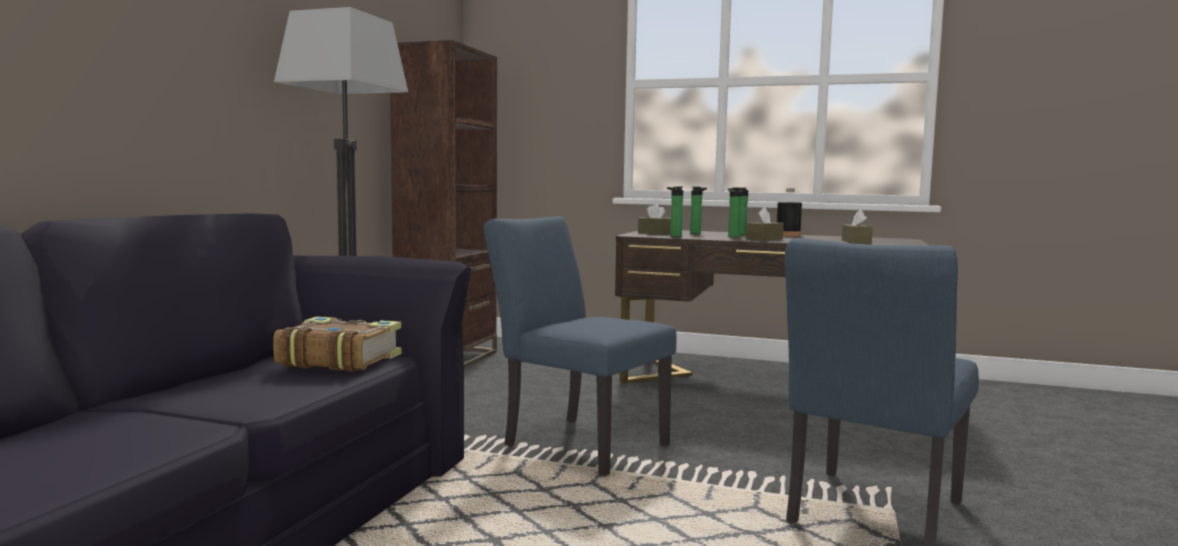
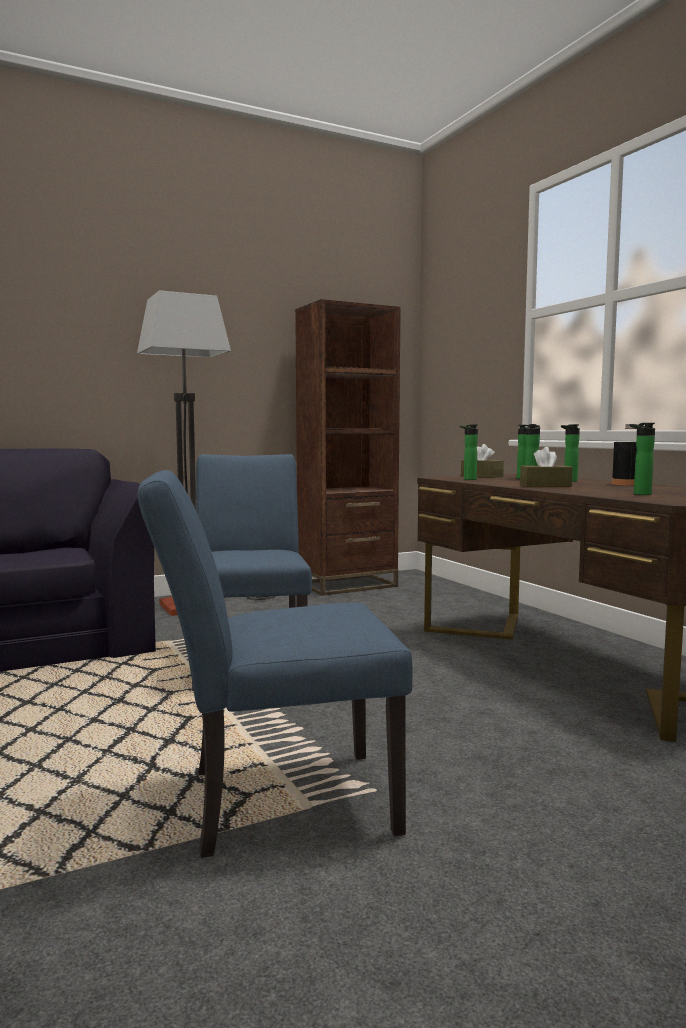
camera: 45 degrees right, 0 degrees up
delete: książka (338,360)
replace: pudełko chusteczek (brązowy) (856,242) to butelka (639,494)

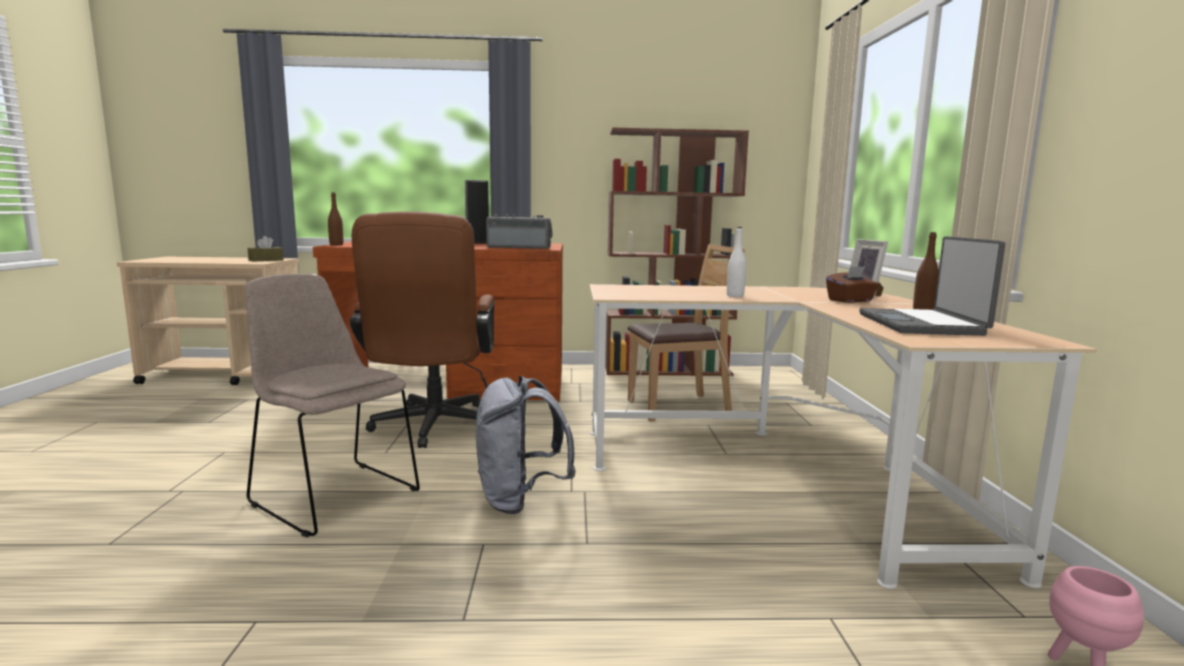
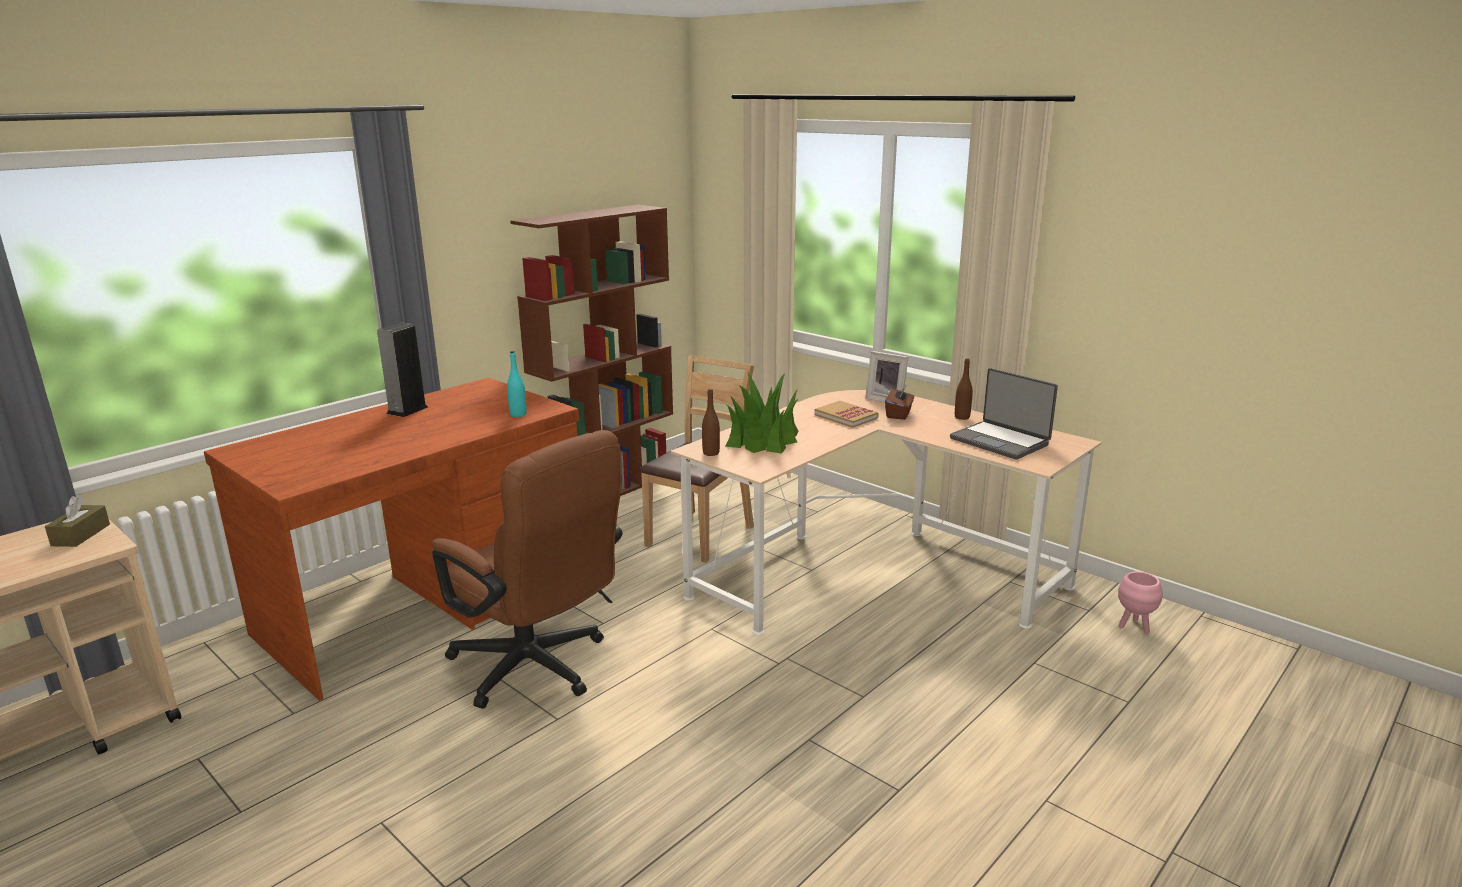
camera: 45 degrees left, 10 degrees up
delete: krzesło (beżowy) (333,495); plecak (szary) (519,500); butelka (biały) (735,296)
insert: roślina doniczkowa (763,439); książka (846,416)
move: butelka (brązowy) (336,245) to (711,453)
replace: radio (519,248) to butelka (turkusowy) (518,414)

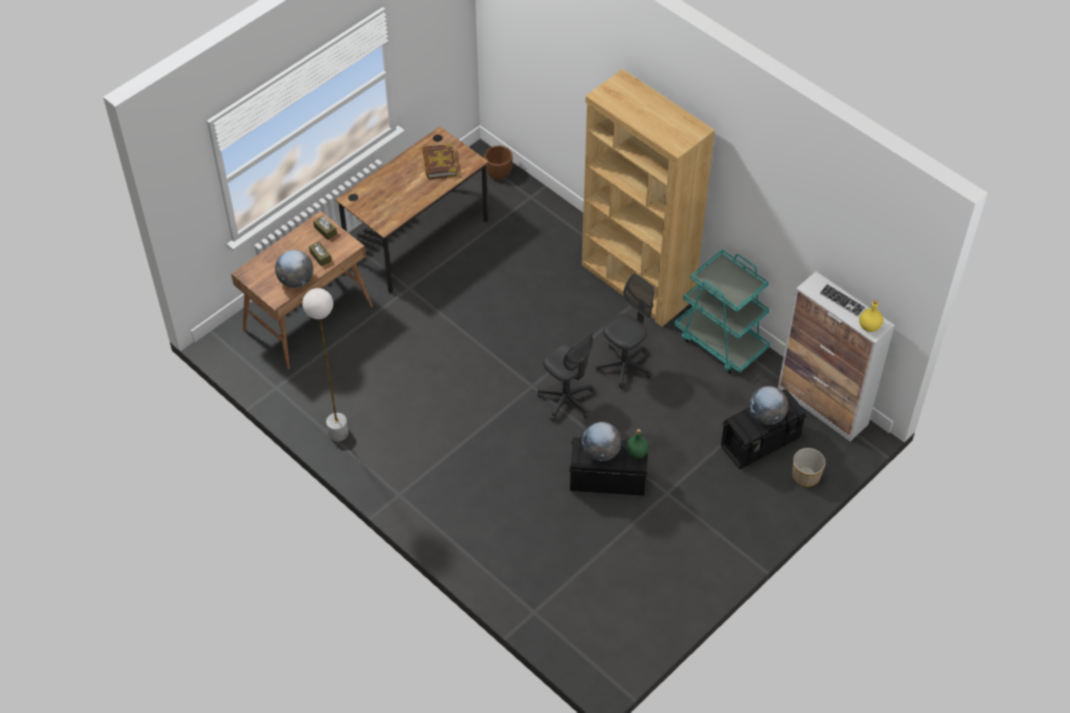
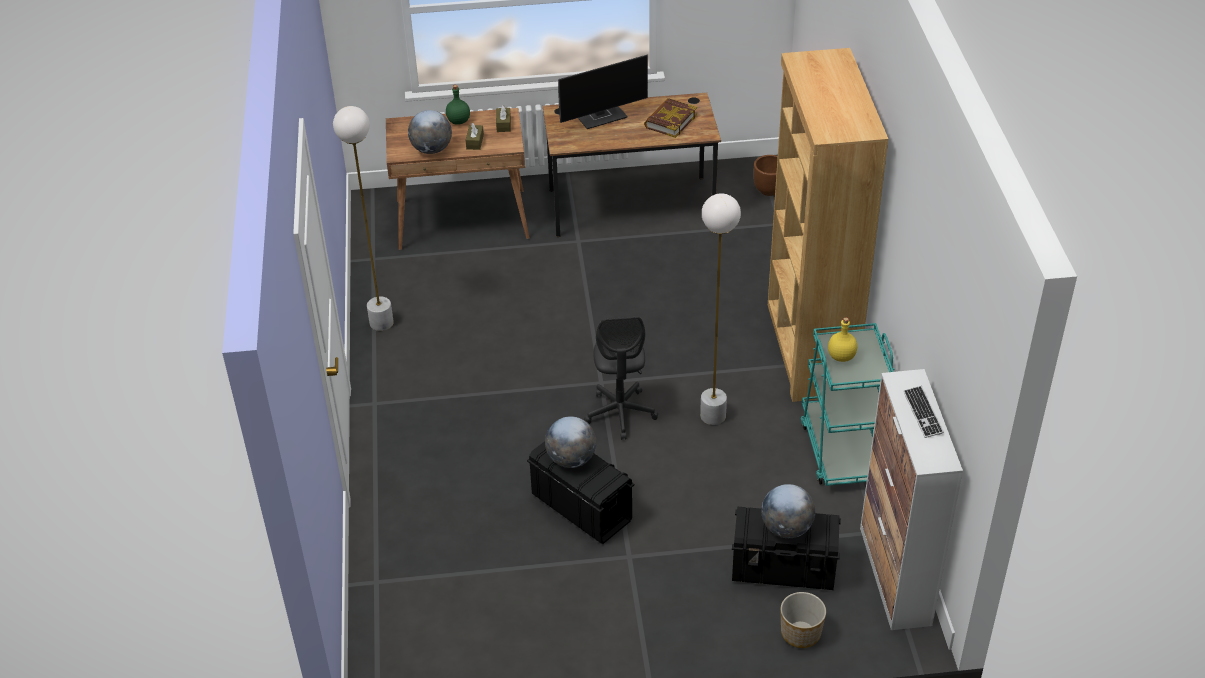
camera: 40 degrees right, 10 degrees down
insert: monitor (602,116)
move: butelka (zielony) (636,453) to (458,121); butelka (żółty) (869,326) to (842,357)
replace: krzesło biurowe (szary) (624,366) to lampa stojąca (biały) (713,416)

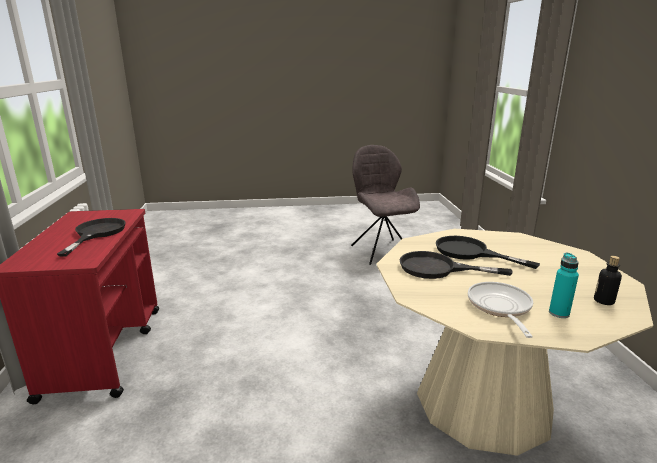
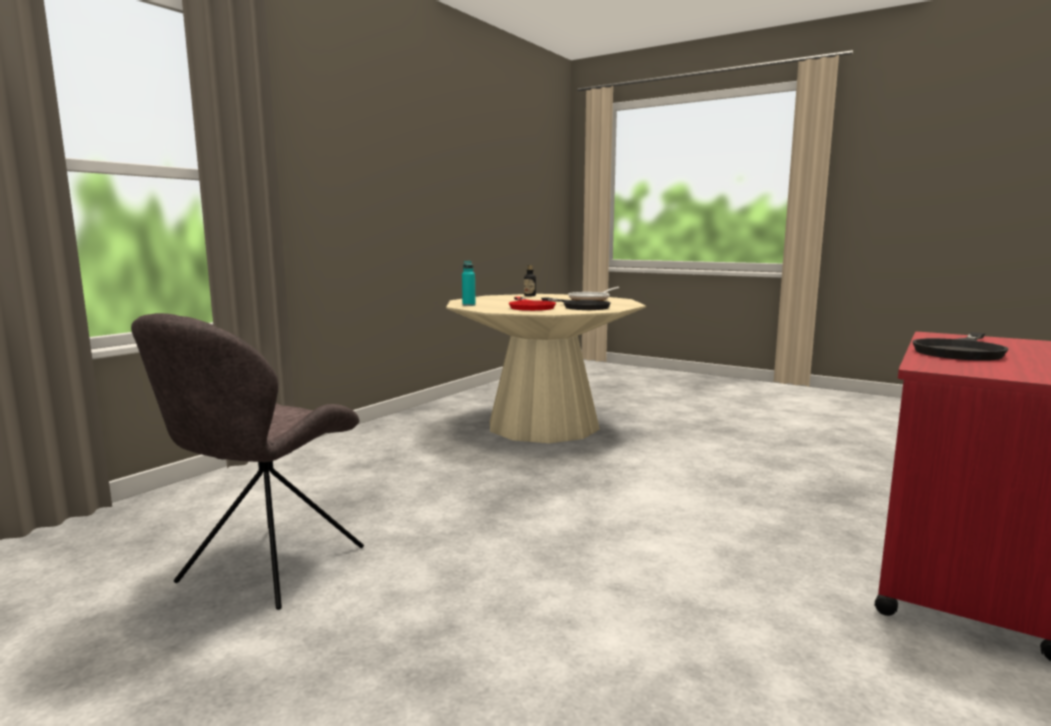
camera: 140 degrees left, 10 degrees down
move: butelka (turkusowy) (559,313) to (469,305)
recolor: patelnia (czarny) (470,252) to patelnia (czerwony) (530,307)

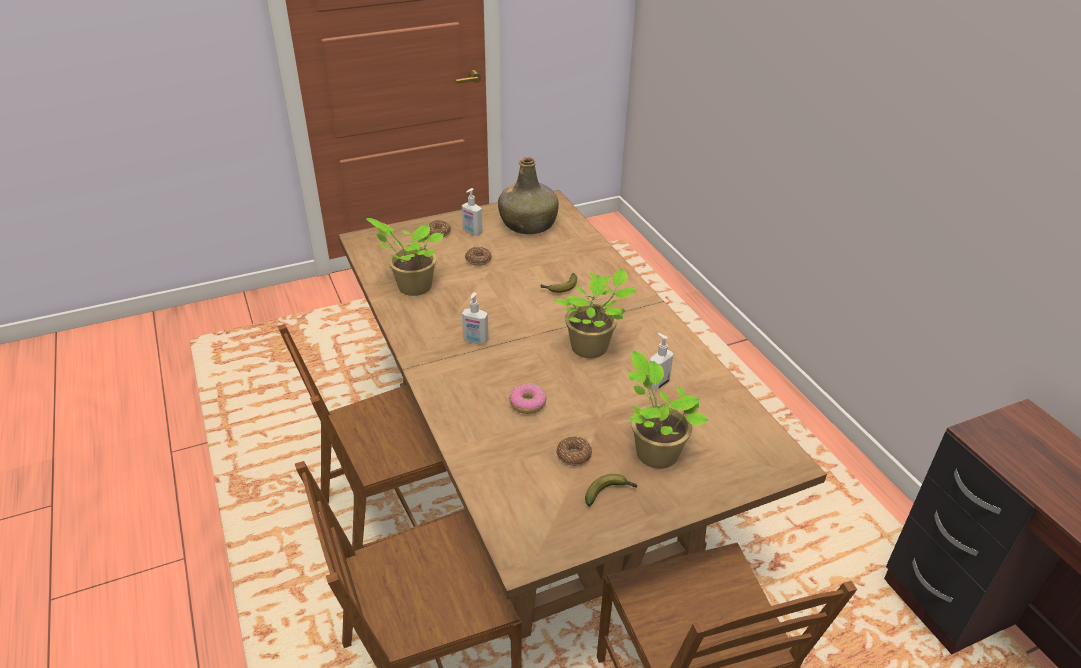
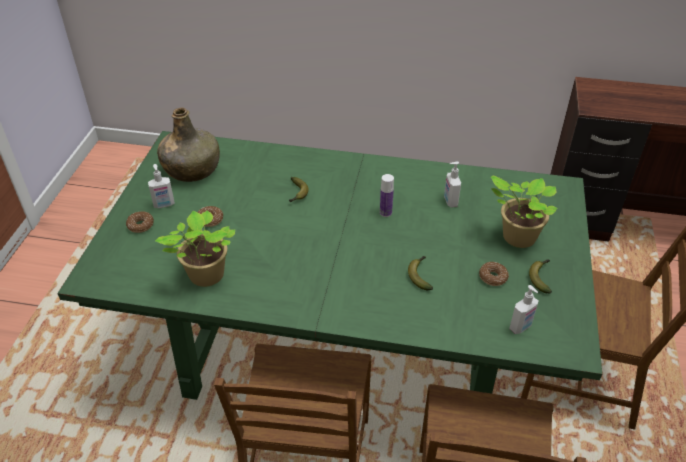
camera: 55 degrees left, 5 degrees up
move: dozownik mydła (475,341) to (521,327)
replace: roślina doniczkowa (592,348) to butelka (385,212); donut (528,404) to banan (420,275)
recolor: stół jadalny (brązowy) (539,481) to stół jadalny (zielony) (345,351)

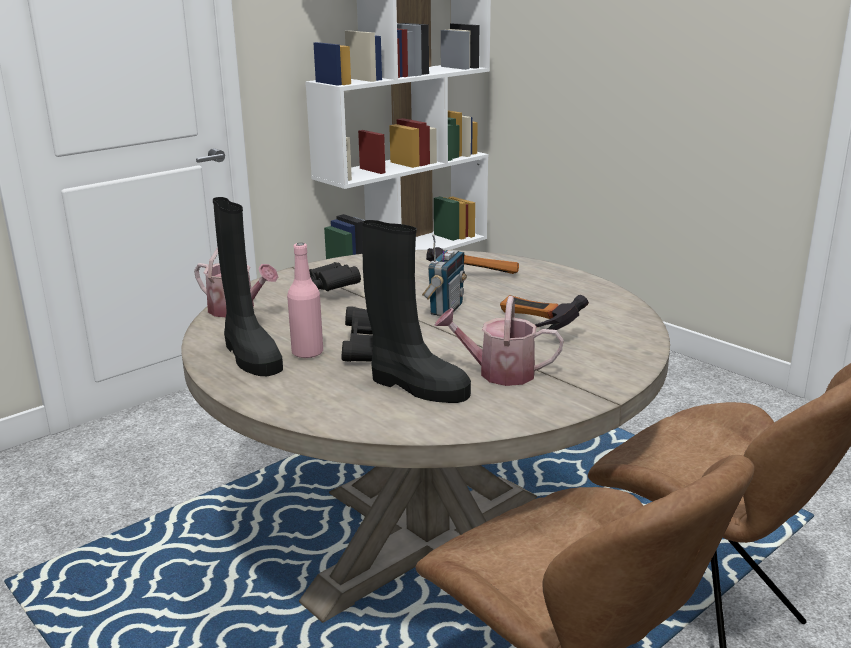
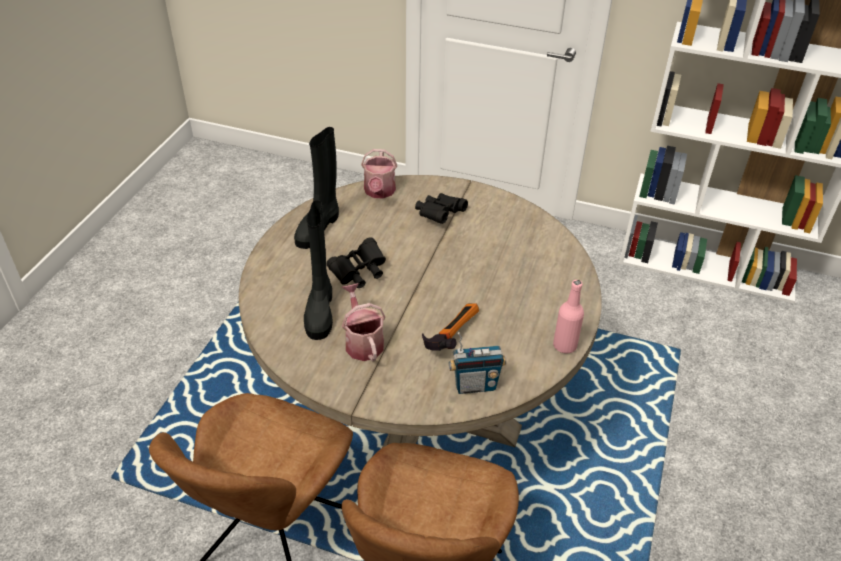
camera: 60 degrees right, 20 degrees up
delete: młotek (470,275)
move: radio (445,309) to (475,385); butelka (różowy) (307,353) to (564,345)

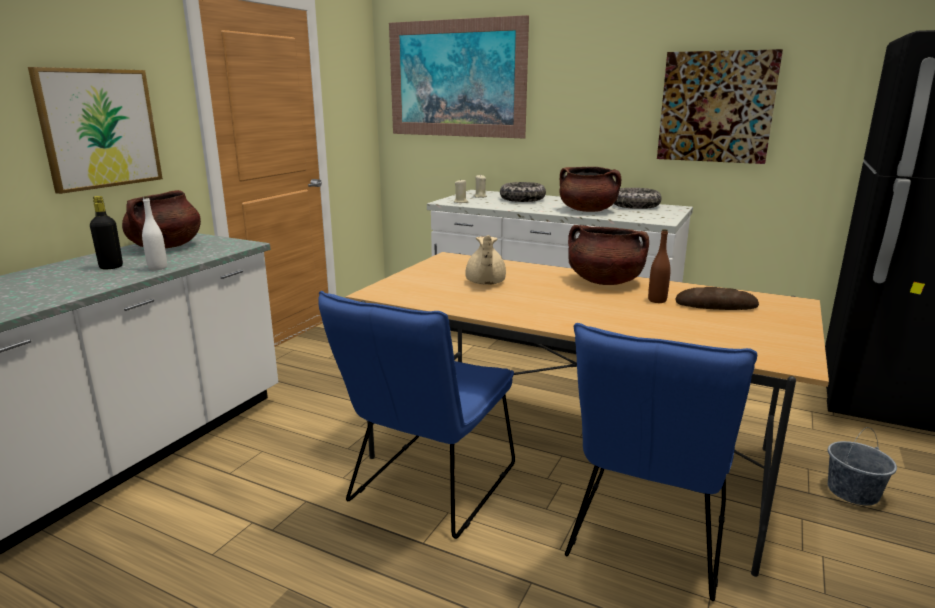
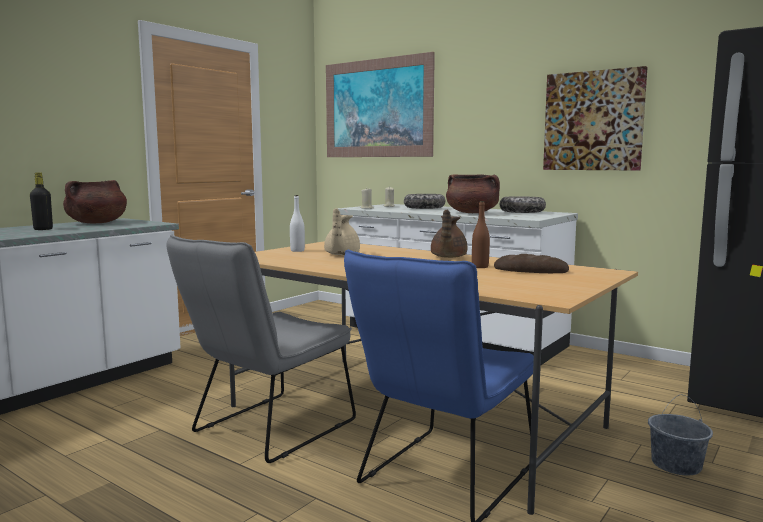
camera: 10 degrees right, 10 degrees down
delete: obraz (99,128)
move: butelka (biały) (157,268) to (297,251)
replace: garnek (brązowy) (604,282) to imbryk (brązowy) (447,257)
recolor: krzesło (niebieski) (427,489) to krzesło (szary) (267,430)

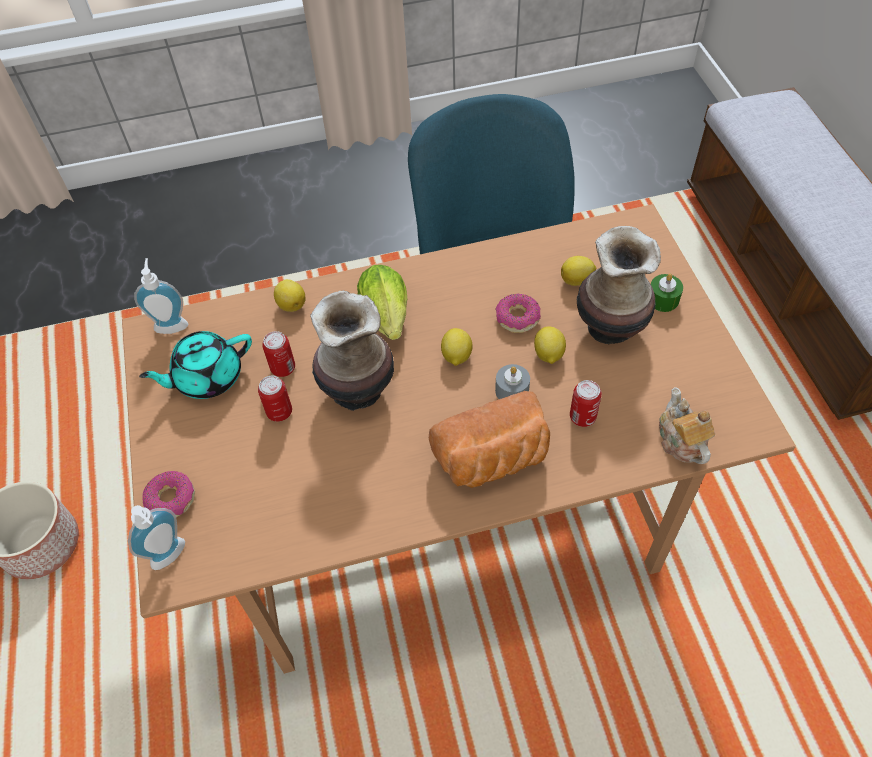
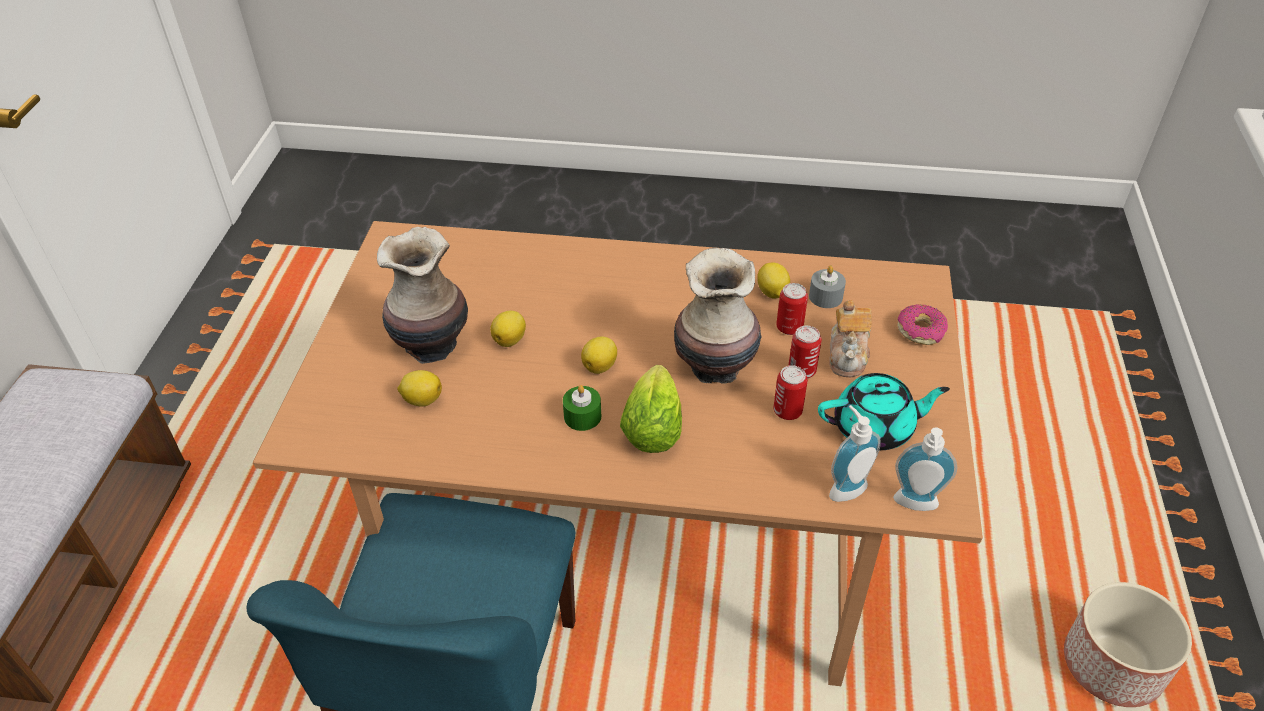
camera: 160 degrees left, 10 degrees down
delete: chleb (493,460); donut (517,318)
move: świeca (zielony) (663,299) to (582,416); cytryna (291,304) to (772,293); puszka (582,417) to (789,327); świeca (szary) (512,390) to (825,297); imbryk (680,440) to (848,355); dozownik mydła (171,557) to (845,487)

